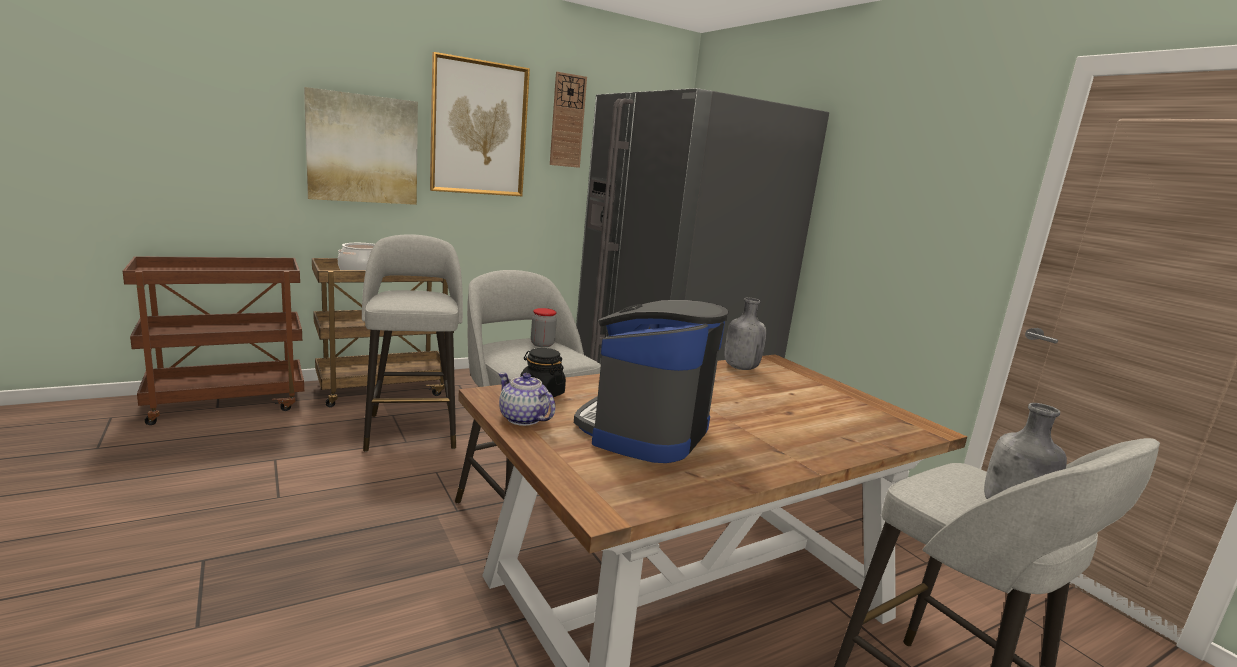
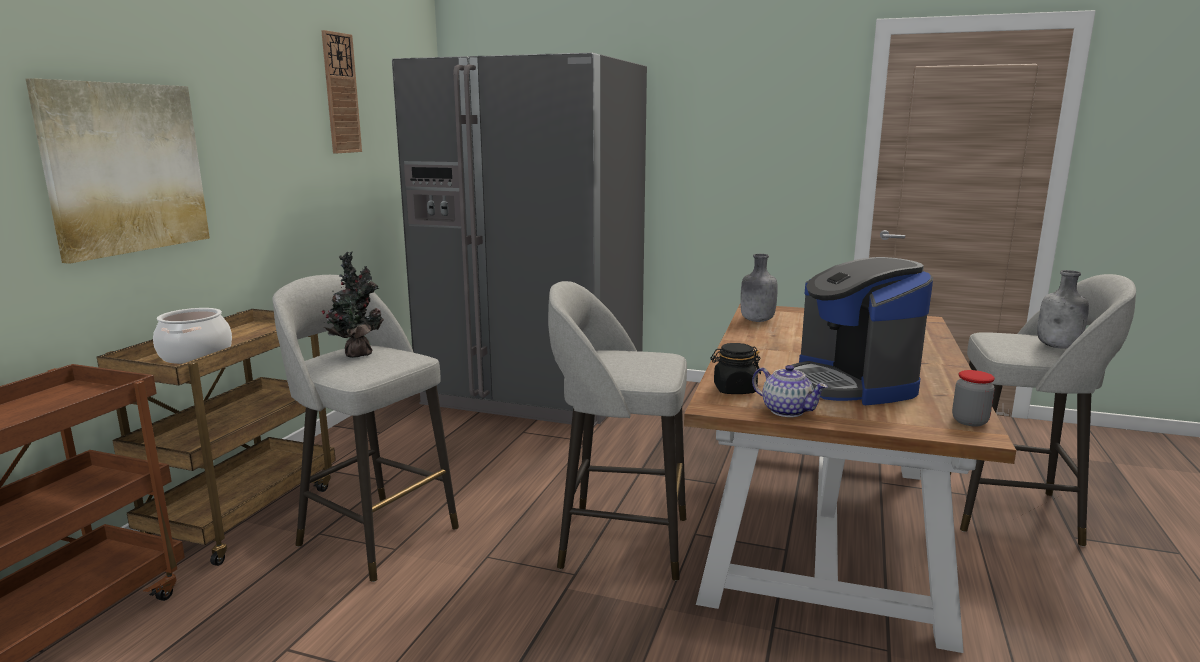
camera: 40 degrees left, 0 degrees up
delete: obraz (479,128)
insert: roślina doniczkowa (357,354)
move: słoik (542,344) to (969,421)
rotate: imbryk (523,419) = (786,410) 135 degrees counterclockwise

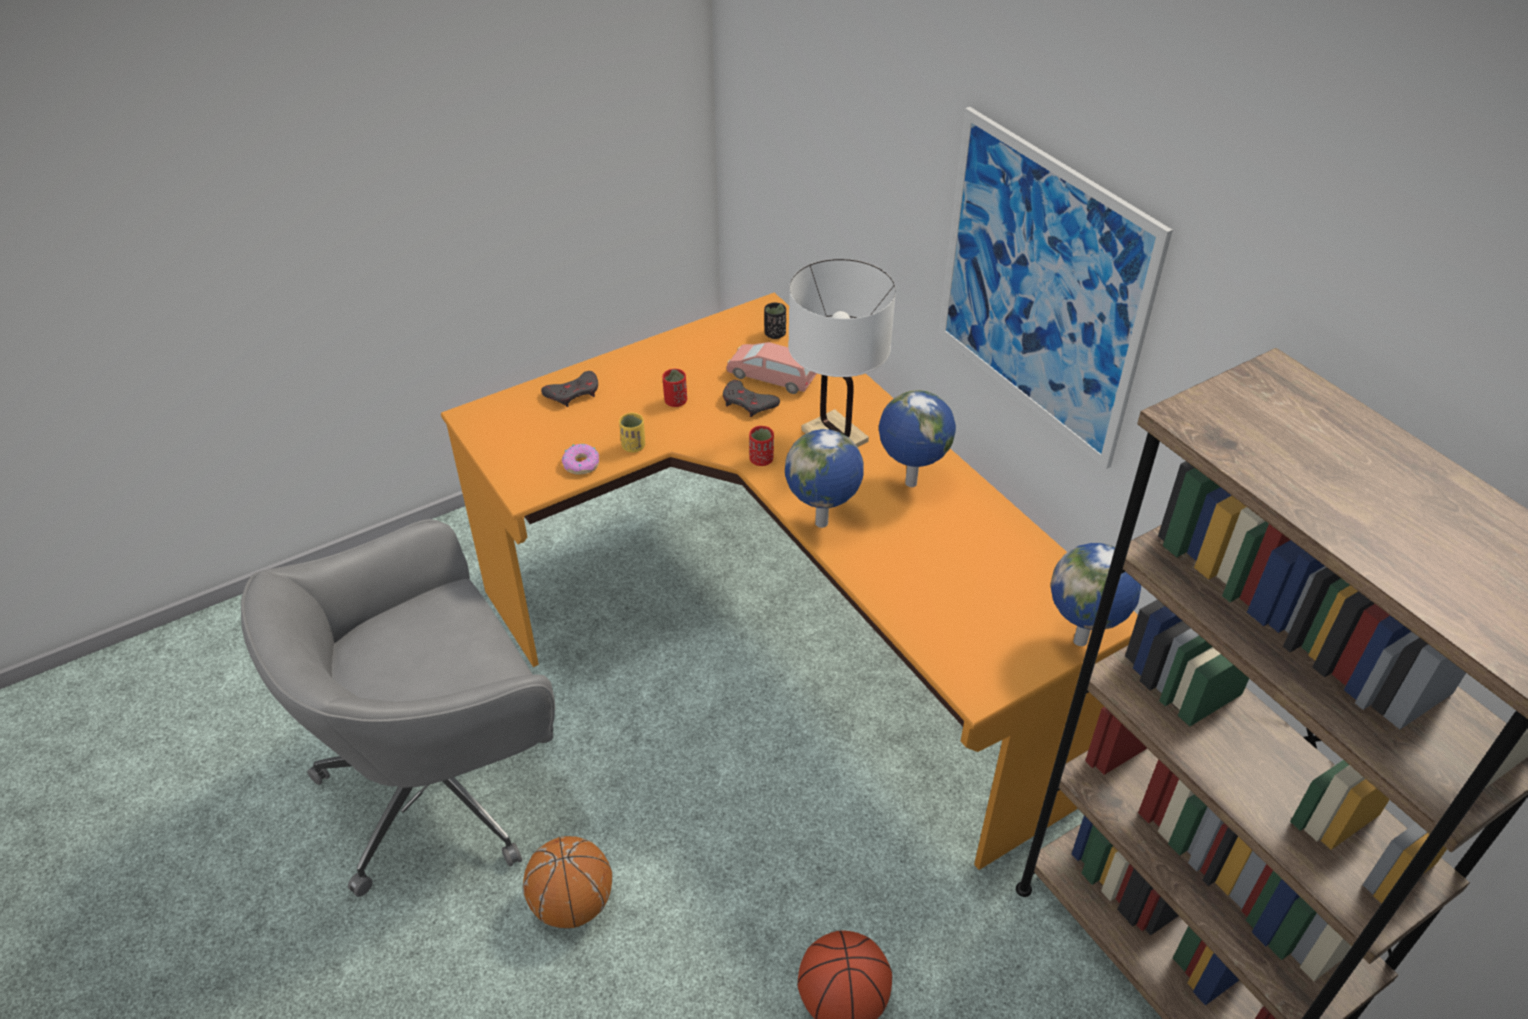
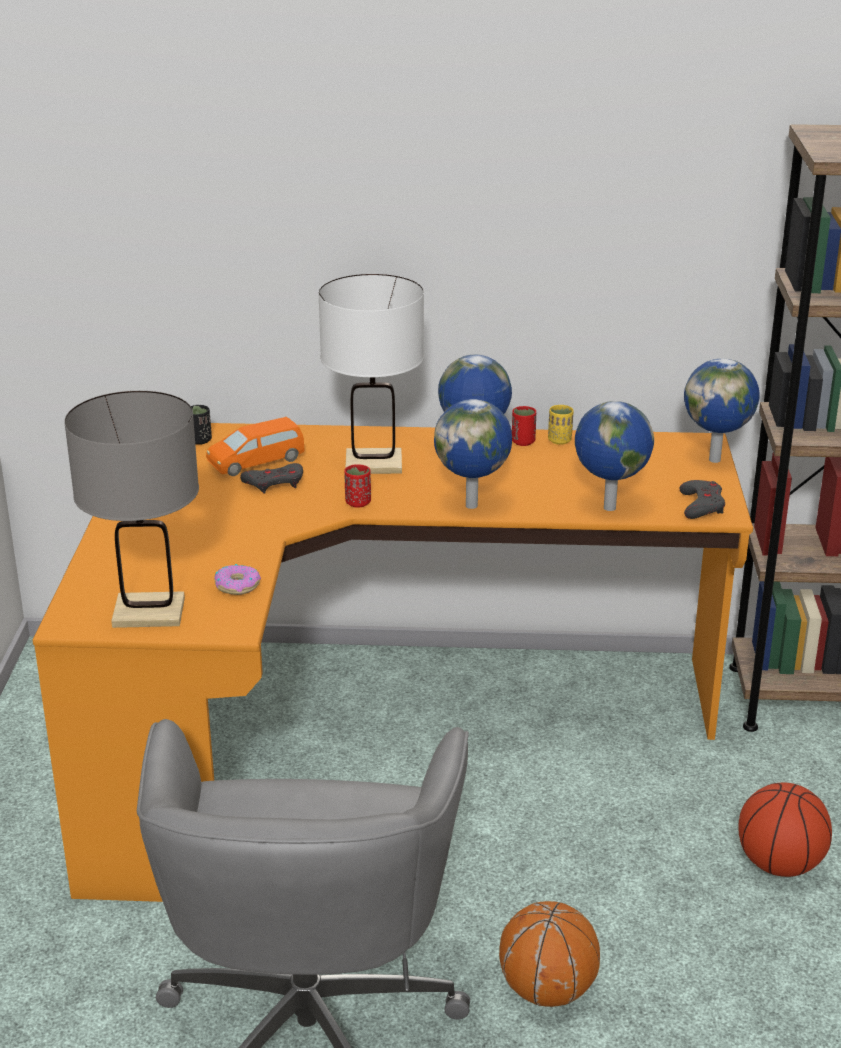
camera: 55 degrees left, 15 degrees down
delete: obraz (1041,288)
insert: lampa stołowa (szary) (149,612); globus (608,508)
move: filiżanka (czerwony) (675,401) to (523,442); filiżanka (żółty) (633,446) to (559,440); pad do gier (szary) (573,393) to (701,505)
recolor: samochodzik (różowy) (771,377) to samochodzik (pomarańczowy) (256,462)

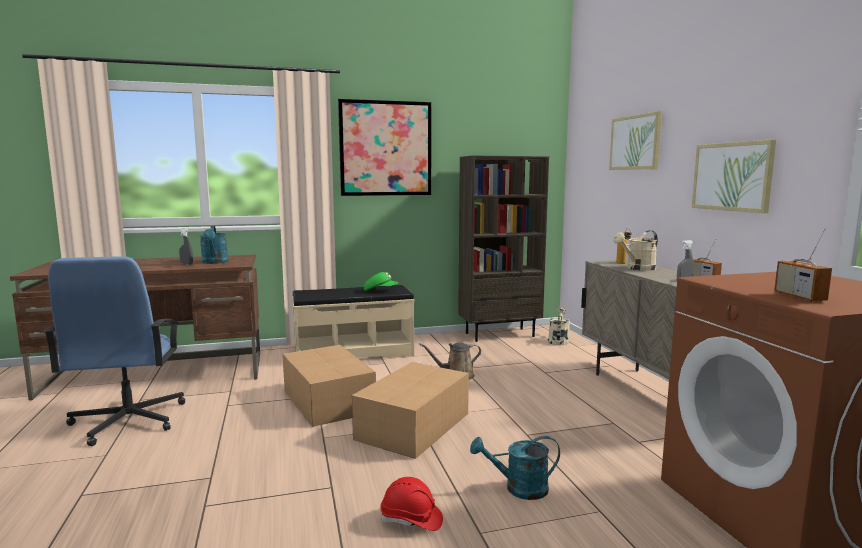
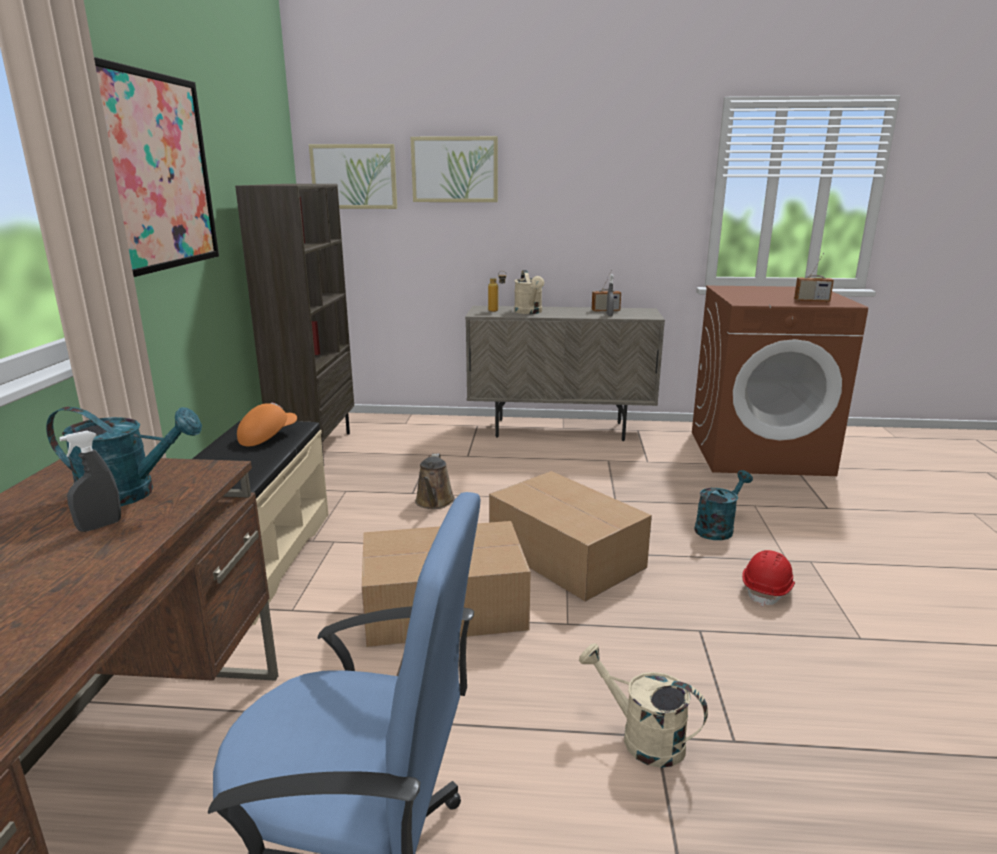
camera: 70 degrees left, 10 degrees up
move: obraz (732,176) to (354,176); konewka (beżowy) (558,340) to (641,737)
recolor: czapka z daszkiem (zielony) (380,290) to czapka z daszkiem (pomarańczowy) (267,437)
rotate: konewka (turkusowy) (518,489) = (717,528) 150 degrees counterclockwise

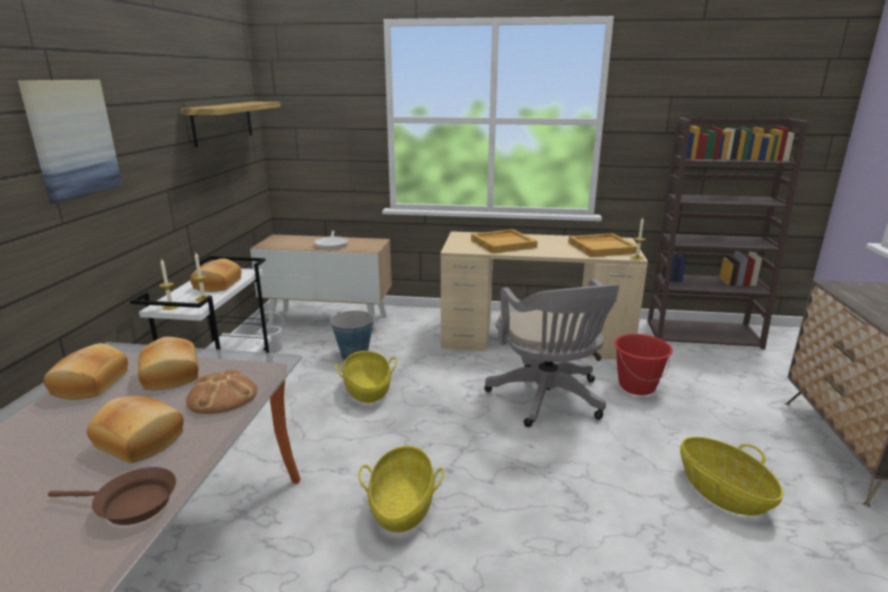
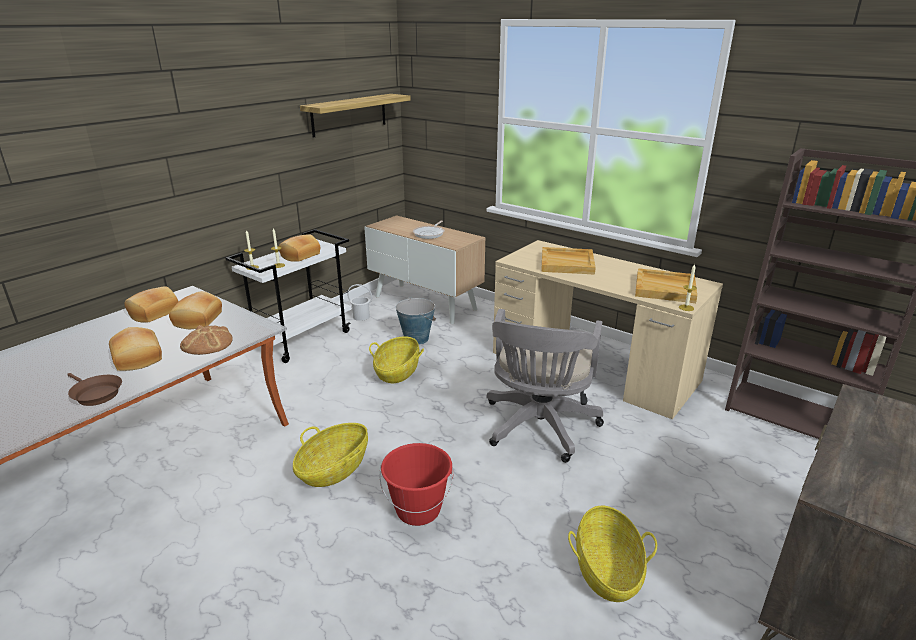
camera: 30 degrees right, 5 degrees up
delete: obraz (72,139)
move: wiadro (czerwony) (636,386) to (418,510)

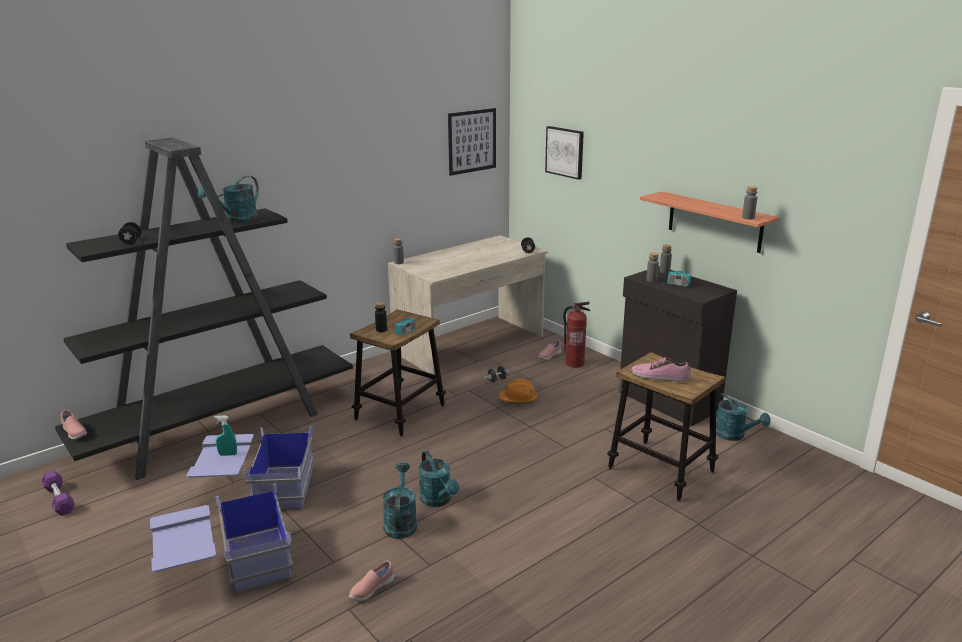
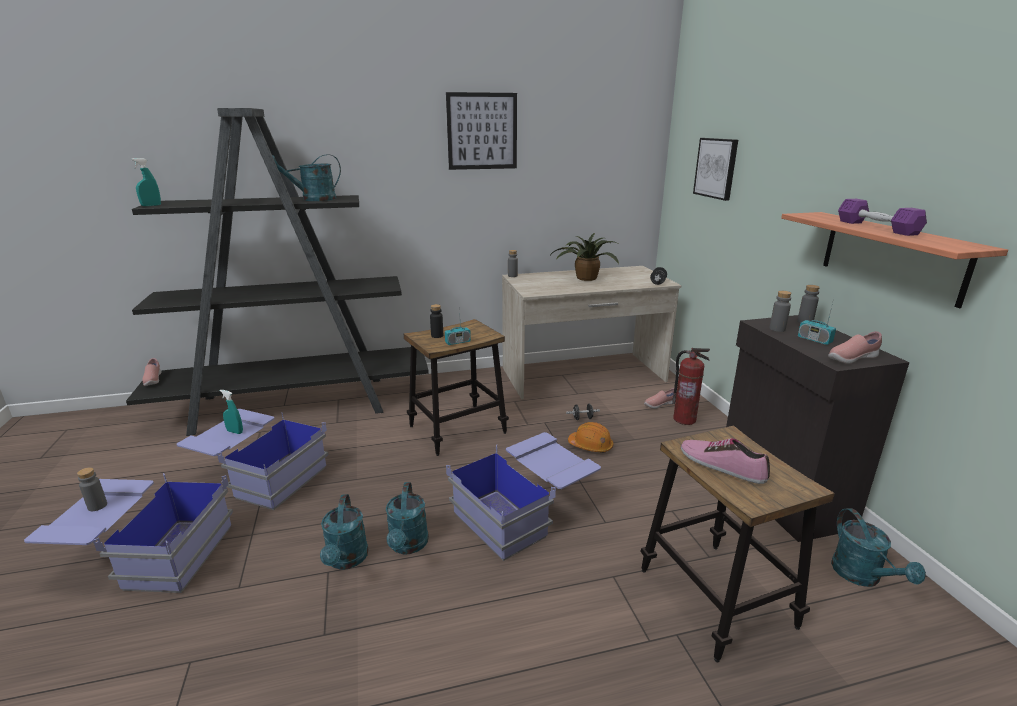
camera: 25 degrees right, 0 degrees up
delete: hantel (czarny) (131,241)
insert: spryskiwacz (turkusowy) (151,205); pojemnik do przechowywania (niebieski) (525,512); roślina doniczkowa (584,278)
move: butelka (szary) (748,218) to (97,506); obraz (472,141) to (482,131); but (różowy) (371,589) to (851,359); hantel (fioletowy) (59,499) to (876,227)
rotate: konewka (turkusowy) (400,522) = (346,560) 150 degrees clockwise

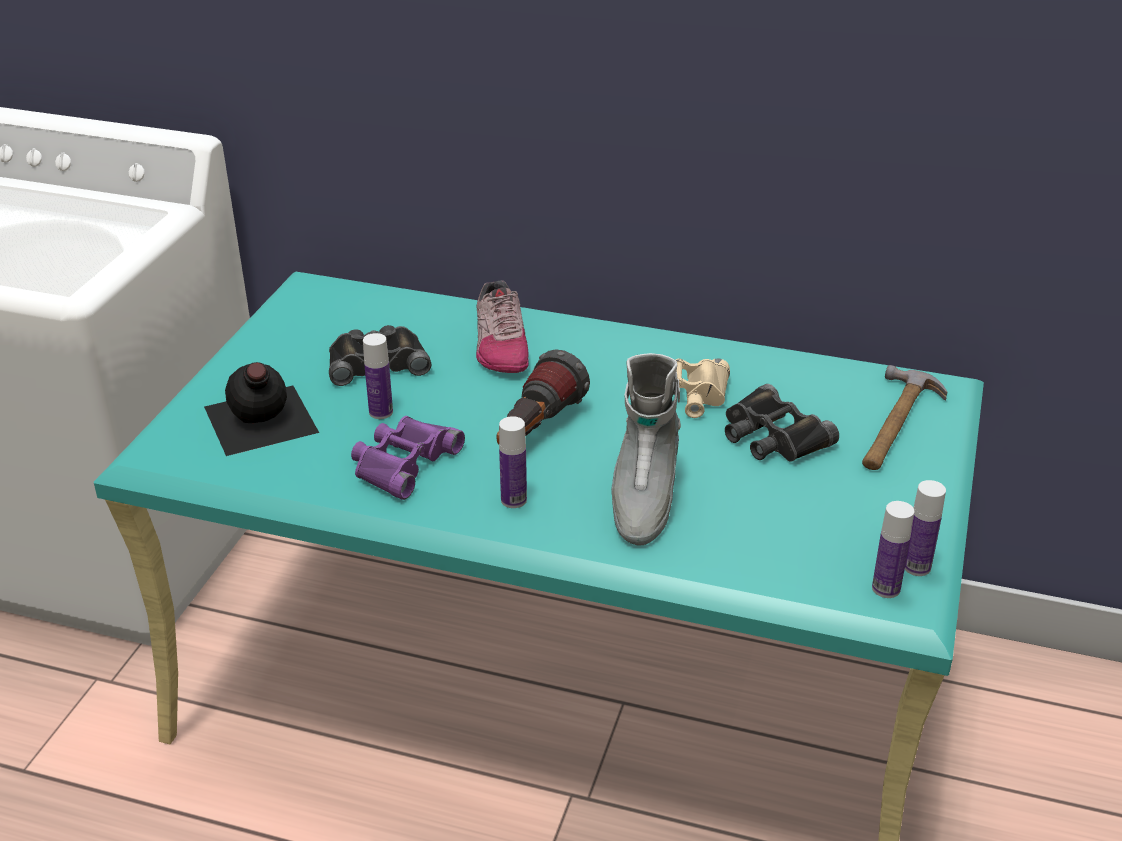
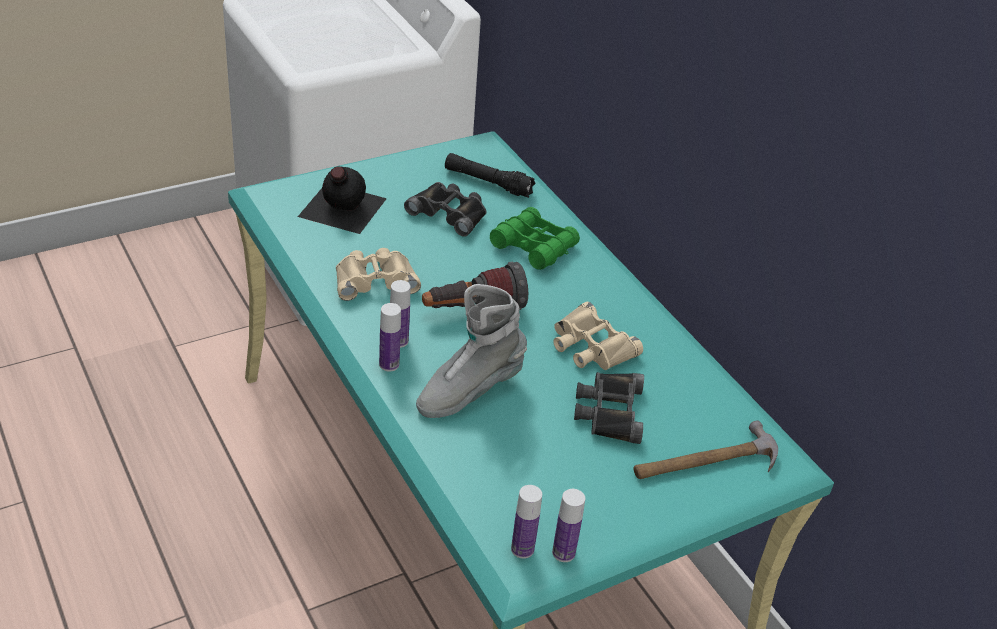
camera: 40 degrees right, 5 degrees up
insert: latarka (czarny) (488,183)
move: butelka (381,412) to (389,364)
replace: but (500,345) to lornetka (zielony) (534,246)
recolor: lornetka (fioletowy) (402,463) to lornetka (beżowy) (374,280)

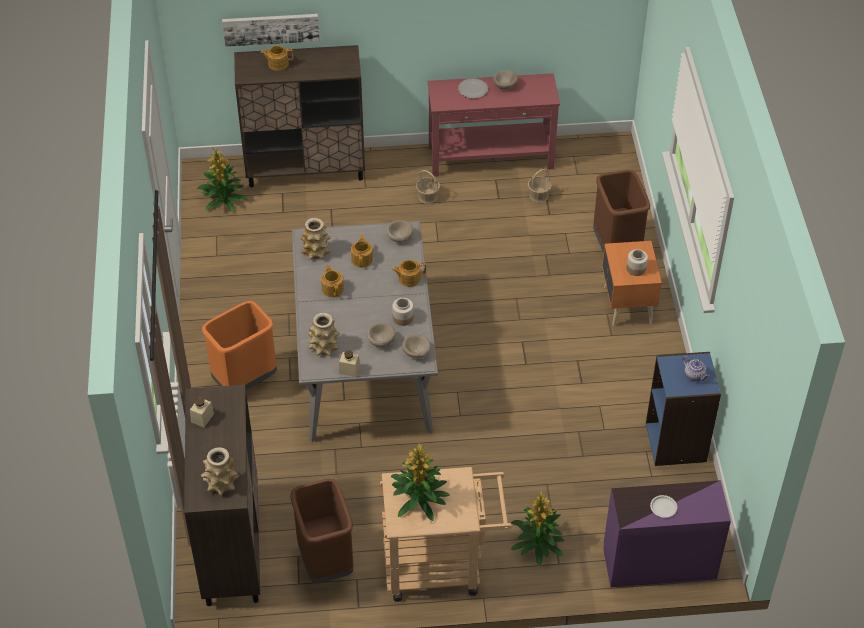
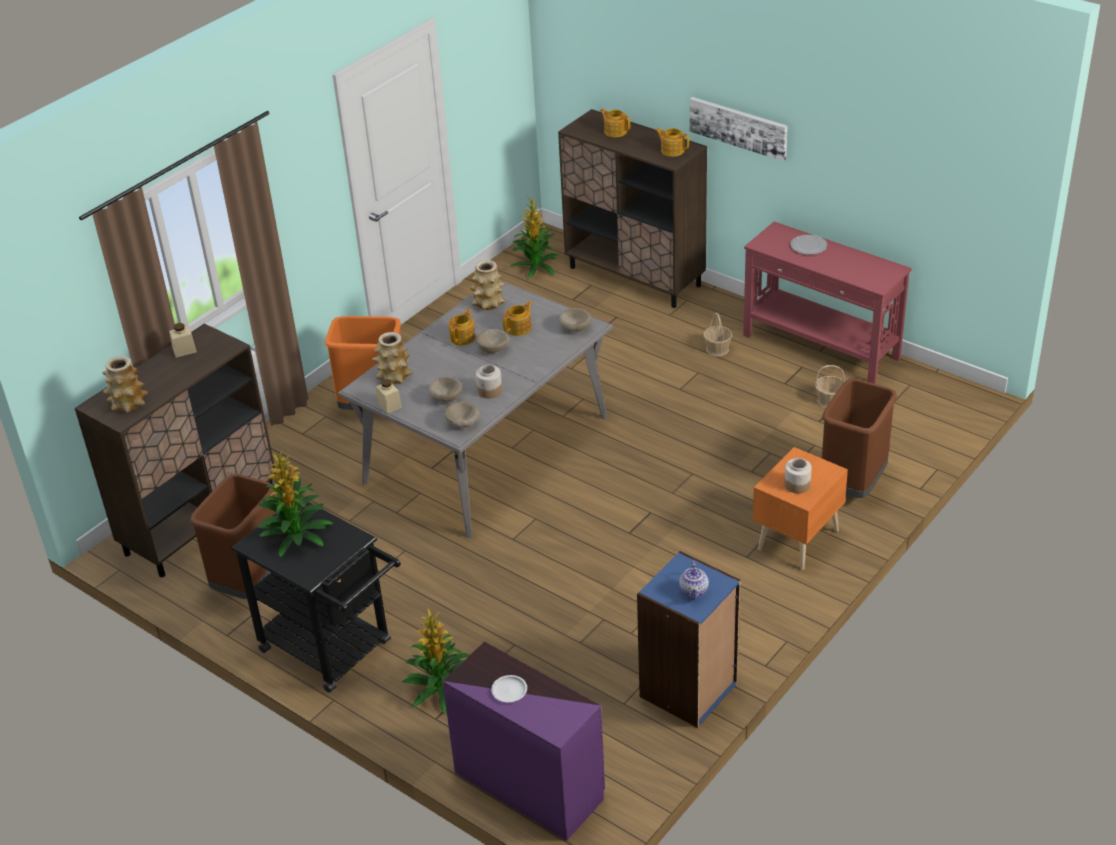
camera: 45 degrees right, 10 degrees down
move: miska (beżowy) (505,85) to (494,349); imbryk (409,278) to (672,150); obraz (271,28) to (738,127)
recolor: wózek (beżowy) (442,566) to wózek (czarny) (334,650)

